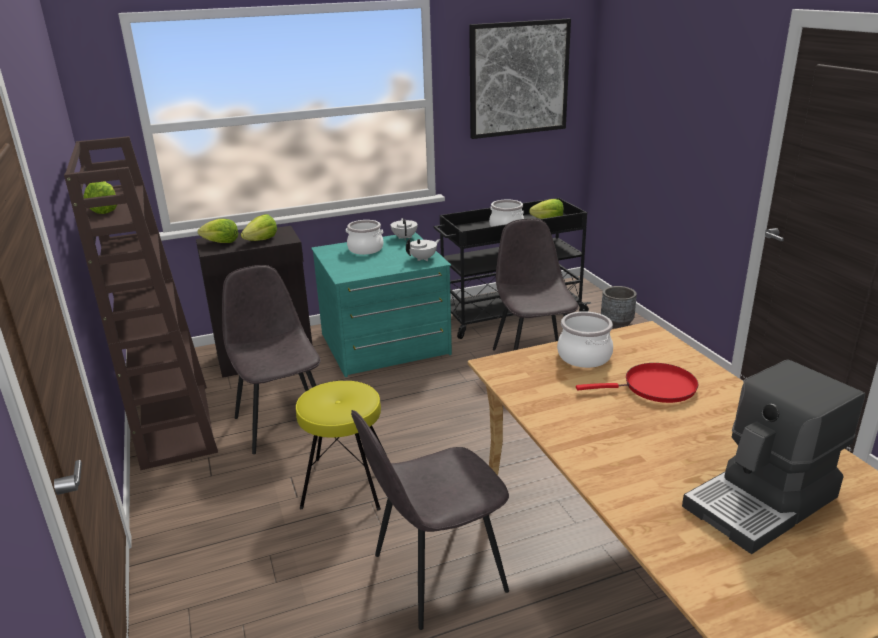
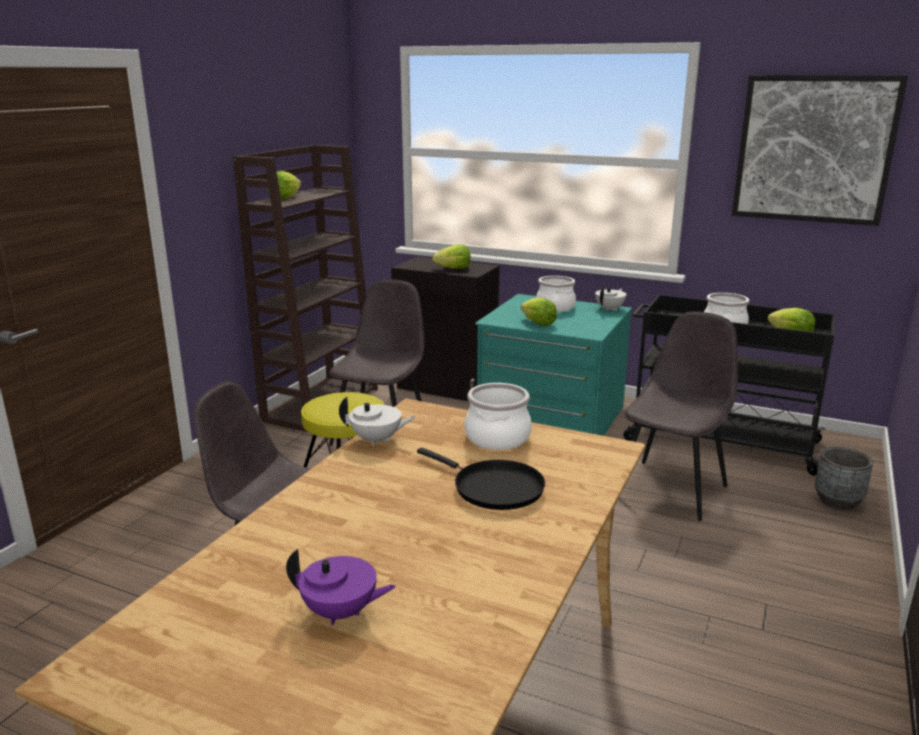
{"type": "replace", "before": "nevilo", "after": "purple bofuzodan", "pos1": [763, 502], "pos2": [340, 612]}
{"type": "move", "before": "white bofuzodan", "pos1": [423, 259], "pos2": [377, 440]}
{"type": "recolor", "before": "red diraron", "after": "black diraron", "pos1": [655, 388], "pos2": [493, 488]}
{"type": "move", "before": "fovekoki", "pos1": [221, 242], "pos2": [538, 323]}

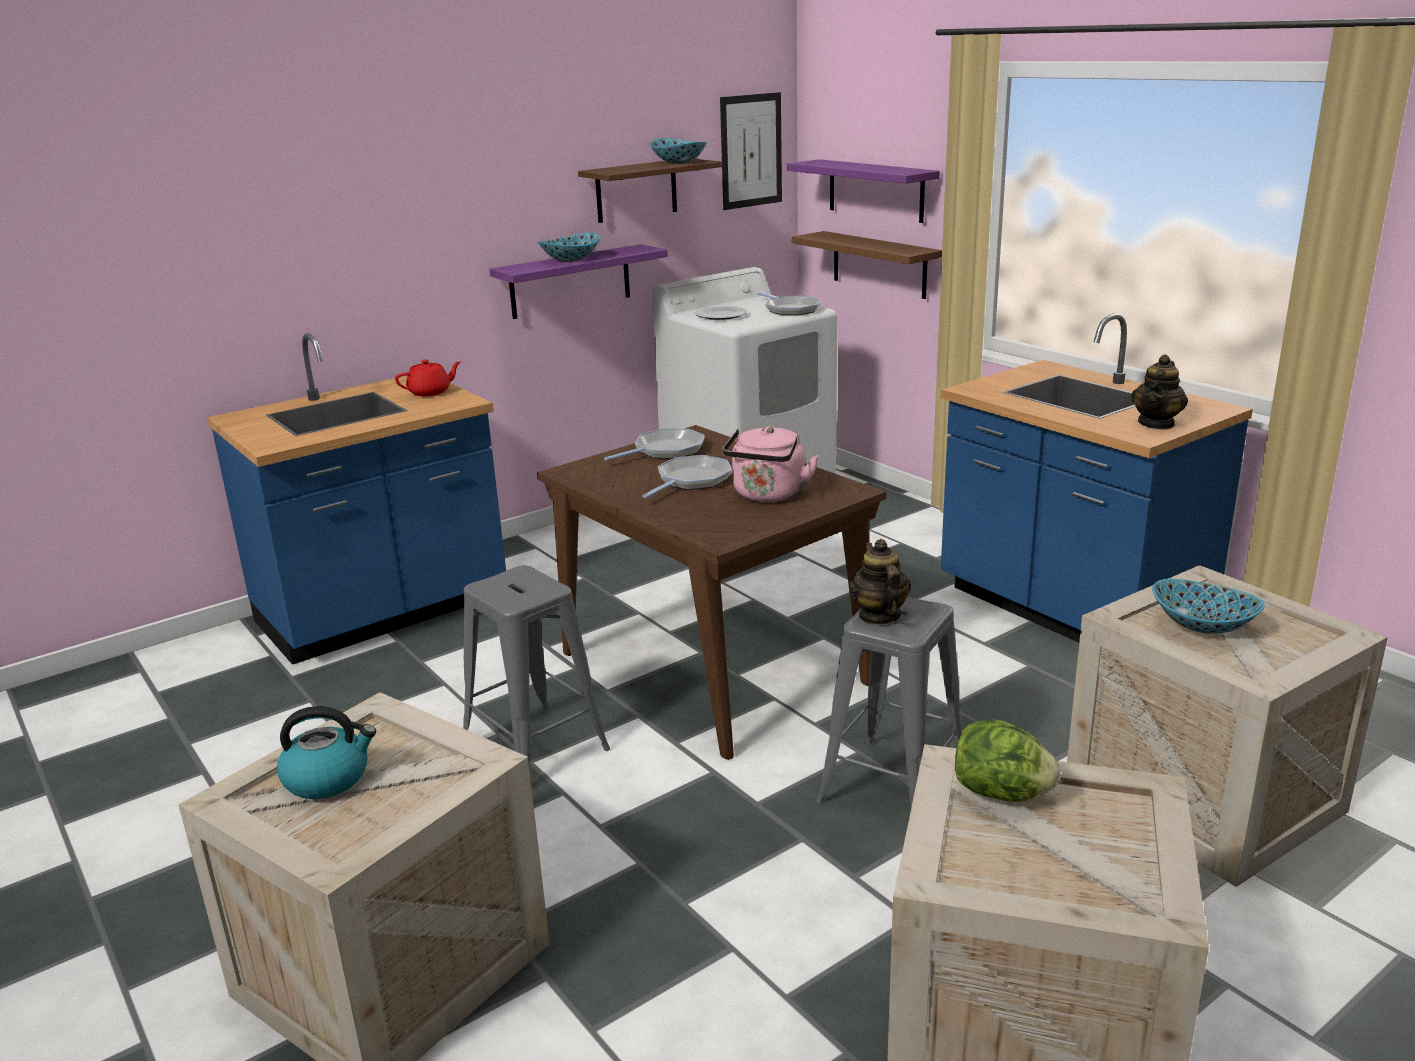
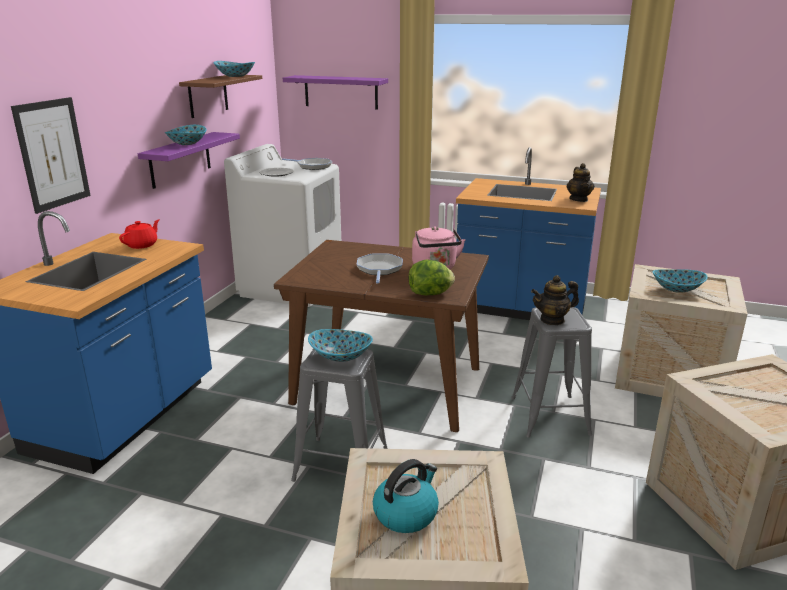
{"type": "move", "before": "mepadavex", "pos1": [751, 151], "pos2": [52, 154]}
{"type": "insert", "after": "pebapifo", "pos2": [341, 356]}
{"type": "move", "before": "fovekoki", "pos1": [1001, 794], "pos2": [430, 294]}
{"type": "rotate", "before": "bofuzodan", "pos1": [879, 616], "pos2": [552, 320], "turn": -60}
{"type": "delete", "before": "diraron", "pos1": [666, 450]}
{"type": "delete", "before": "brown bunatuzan", "pos1": [879, 264]}

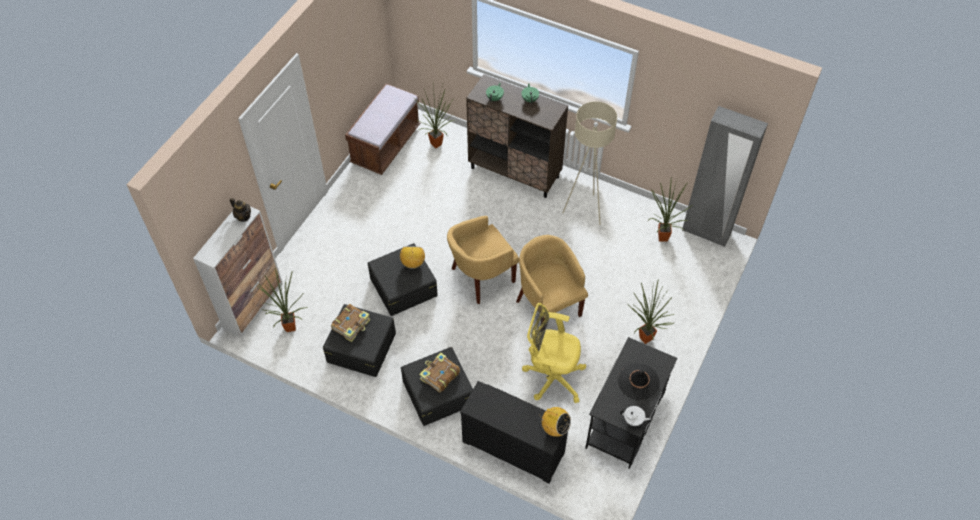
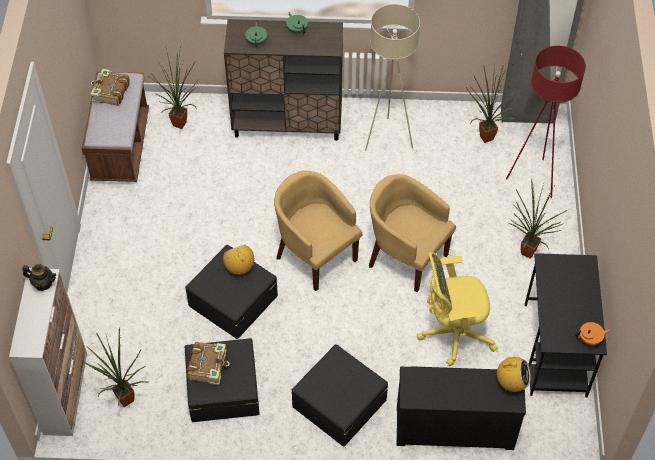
{"type": "move", "before": "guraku", "pos1": [439, 375], "pos2": [110, 92]}
{"type": "rotate", "before": "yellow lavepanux", "pos1": [481, 277], "pos2": [315, 255], "turn": 105}
{"type": "insert", "after": "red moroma", "pos2": [533, 179]}
{"type": "recolor", "before": "white bofuzodan", "after": "orange bofuzodan", "pos1": [633, 420], "pos2": [590, 339]}
{"type": "delete", "before": "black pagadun", "pos1": [638, 382]}

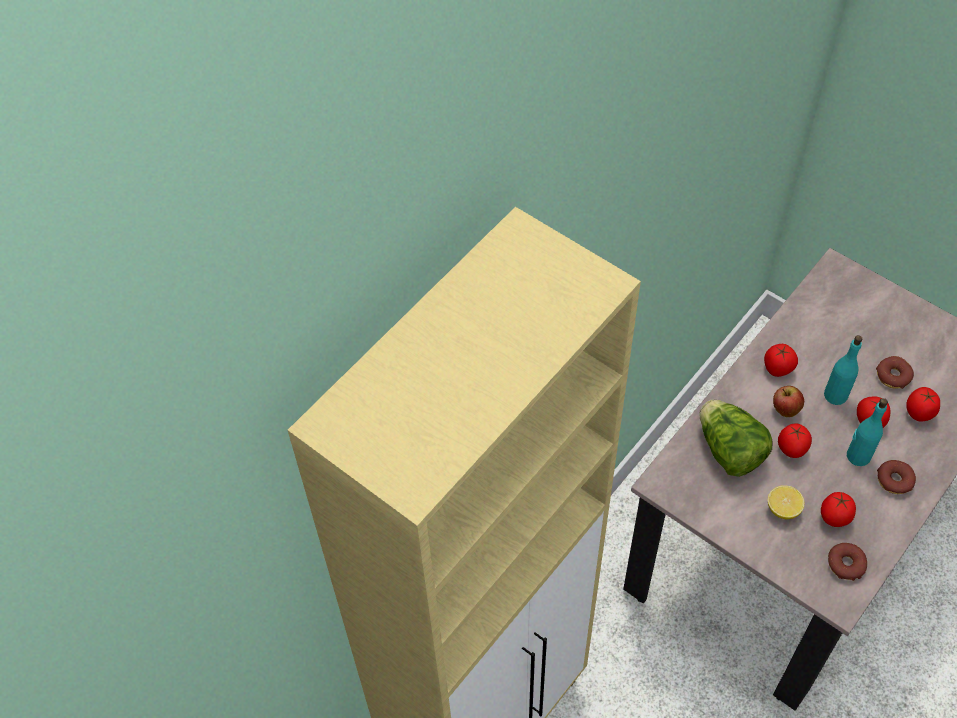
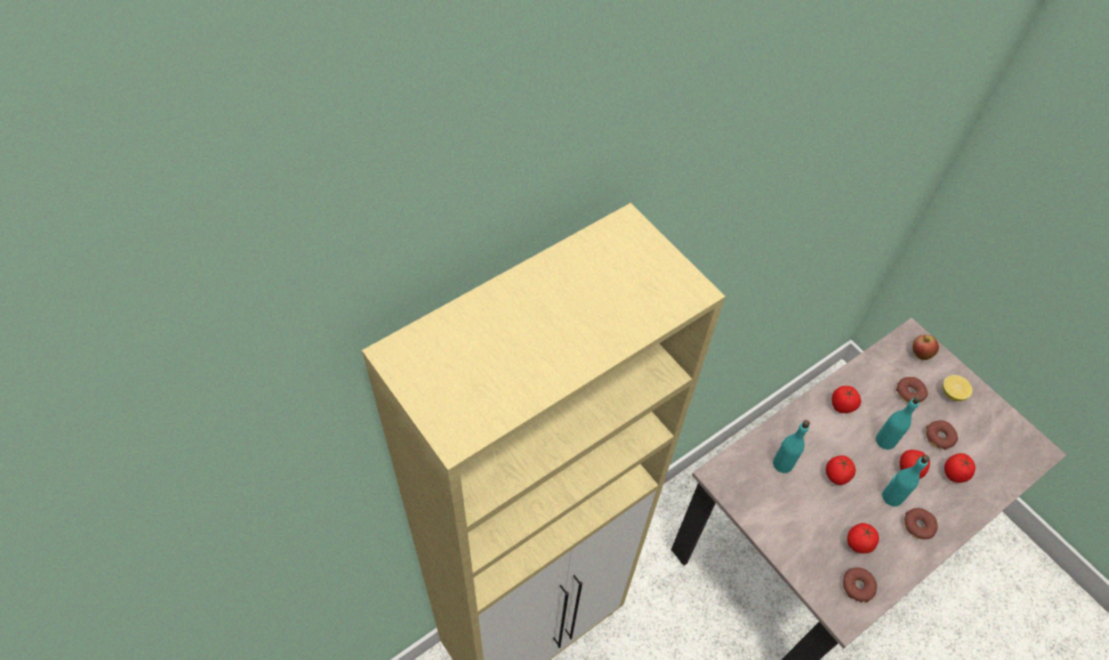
{"type": "replace", "before": "fovekoki", "after": "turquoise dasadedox", "pos1": [729, 450], "pos2": [782, 463]}
{"type": "insert", "after": "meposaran", "pos2": [909, 393]}
{"type": "move", "before": "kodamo", "pos1": [785, 409], "pos2": [920, 353]}
{"type": "move", "before": "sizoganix", "pos1": [783, 509], "pos2": [952, 393]}

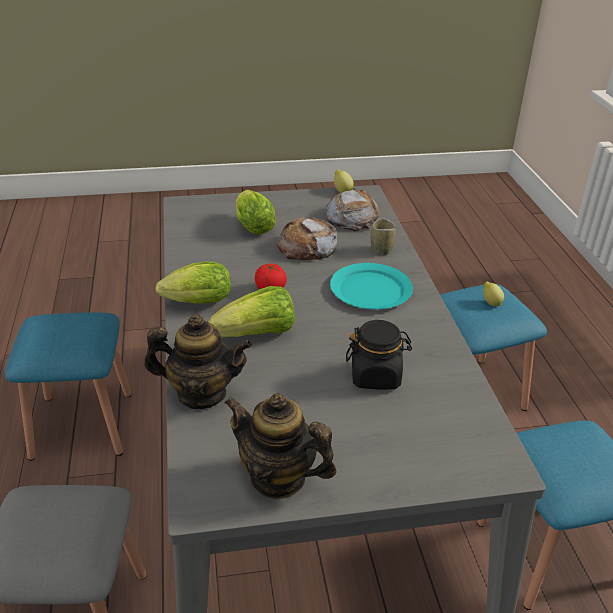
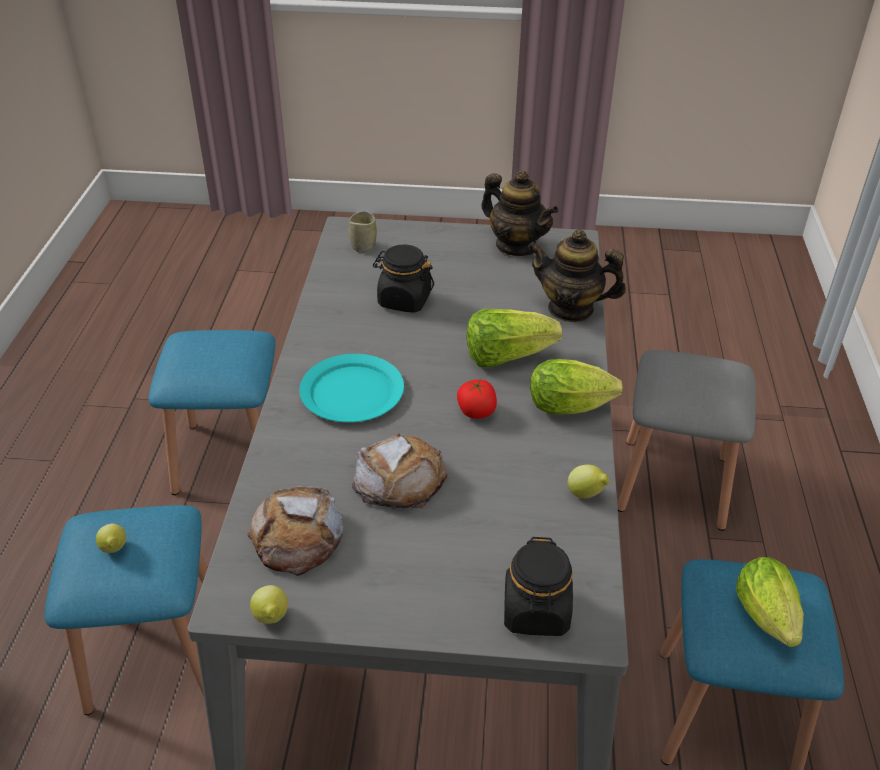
{"type": "move", "before": "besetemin", "pos1": [381, 250], "pos2": [363, 246]}
{"type": "insert", "after": "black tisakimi", "pos2": [536, 611]}
{"type": "insert", "after": "sizoganix", "pos2": [586, 494]}
{"type": "move", "before": "fovekoki", "pos1": [252, 225], "pos2": [768, 620]}

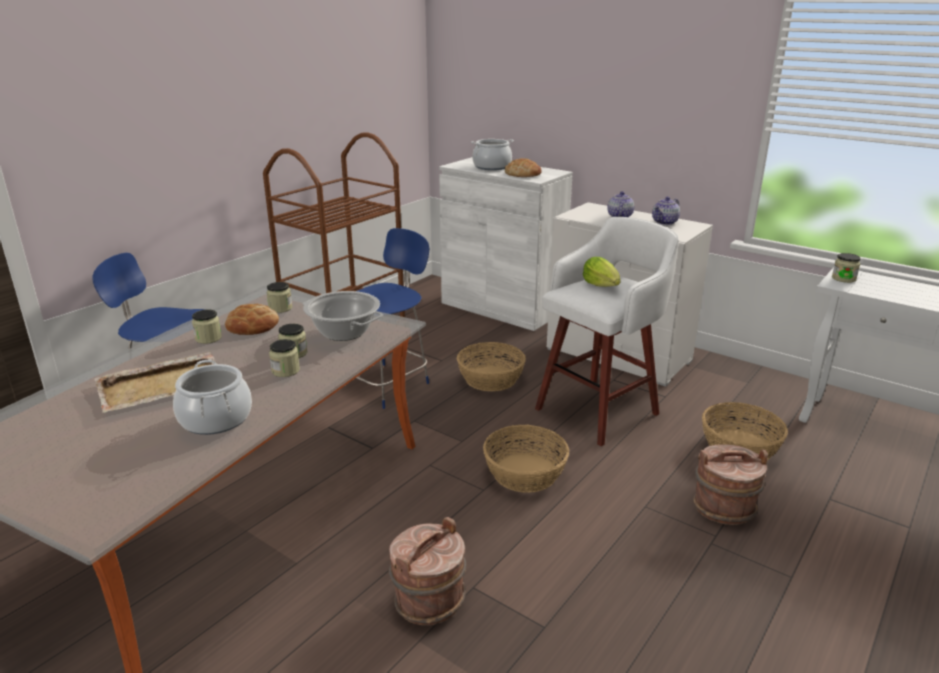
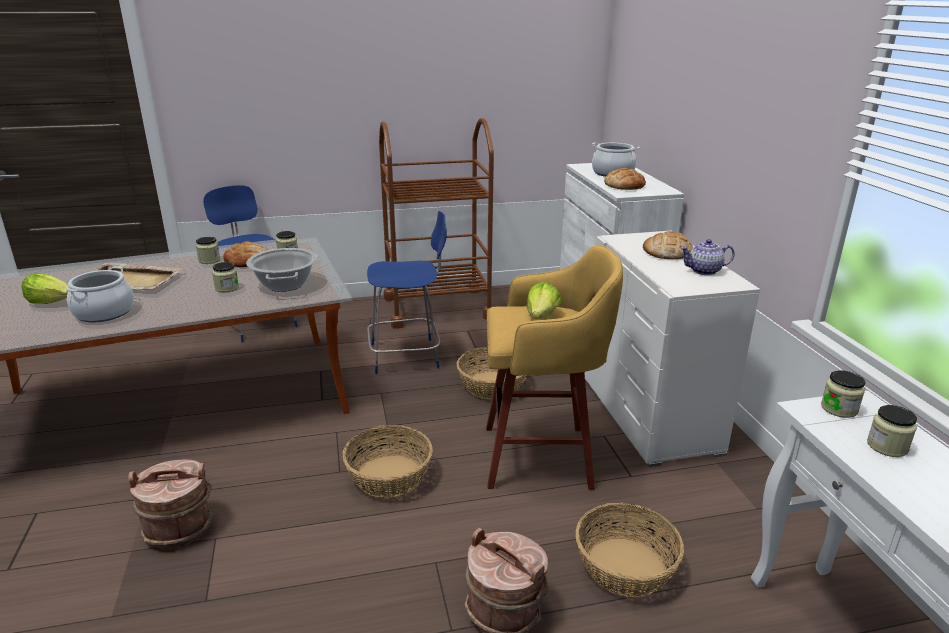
{"type": "insert", "after": "fovekoki", "pos2": [51, 302]}
{"type": "recolor", "before": "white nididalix", "after": "yellow nididalix", "pos1": [600, 410], "pos2": [542, 457]}
{"type": "replace", "before": "bofuzodan", "after": "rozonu", "pos1": [619, 216], "pos2": [667, 252]}
{"type": "move", "before": "tisakimi", "pos1": [285, 371], "pos2": [887, 446]}

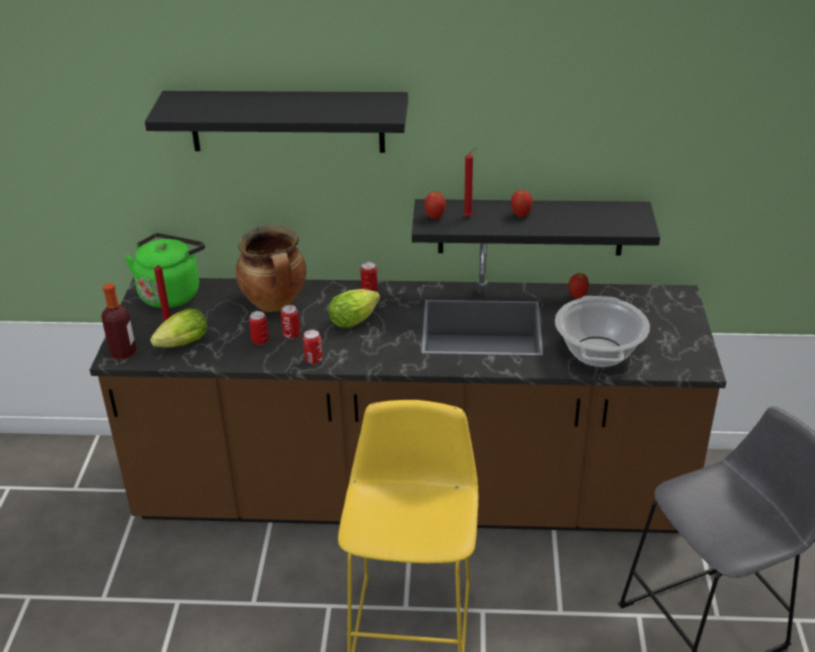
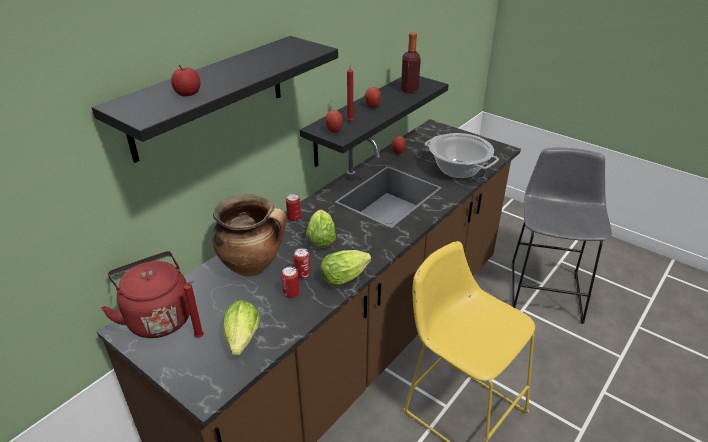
{"type": "recolor", "before": "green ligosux", "after": "red ligosux", "pos1": [171, 293], "pos2": [157, 317]}
{"type": "insert", "after": "kodamo", "pos2": [188, 94]}
{"type": "replace", "before": "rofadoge", "after": "fovekoki", "pos1": [313, 360], "pos2": [346, 277]}
{"type": "move", "before": "dasadedox", "pos1": [123, 353], "pos2": [409, 90]}

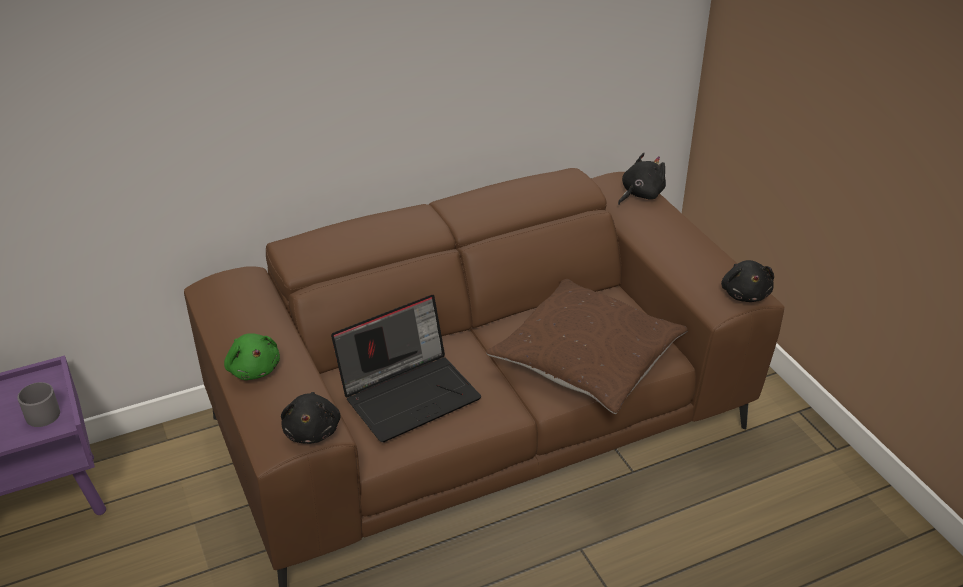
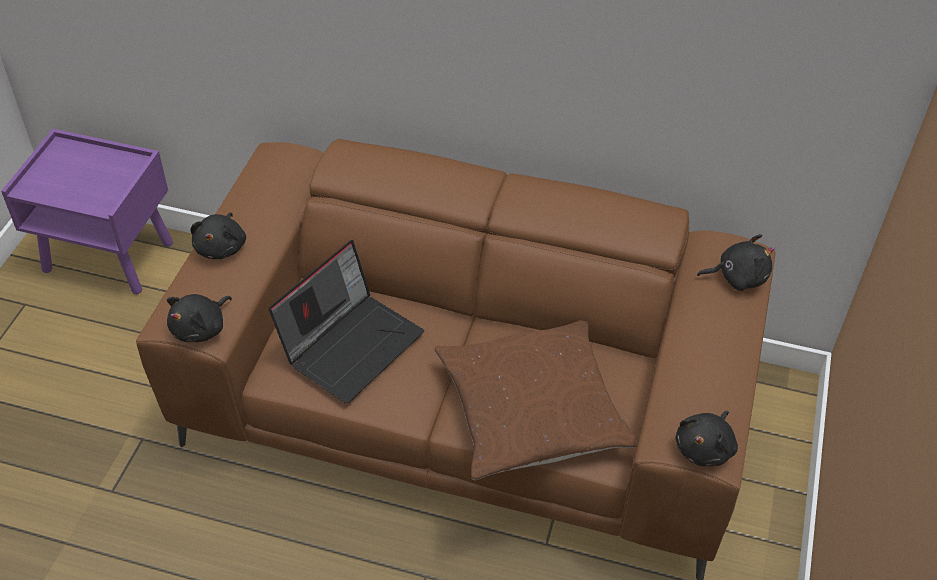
{"type": "recolor", "before": "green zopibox", "after": "black zopibox", "pos1": [253, 368], "pos2": [222, 247]}
{"type": "rotate", "before": "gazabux", "pos1": [410, 393], "pos2": [351, 343], "turn": -60}
{"type": "delete", "before": "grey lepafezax", "pos1": [40, 413]}

